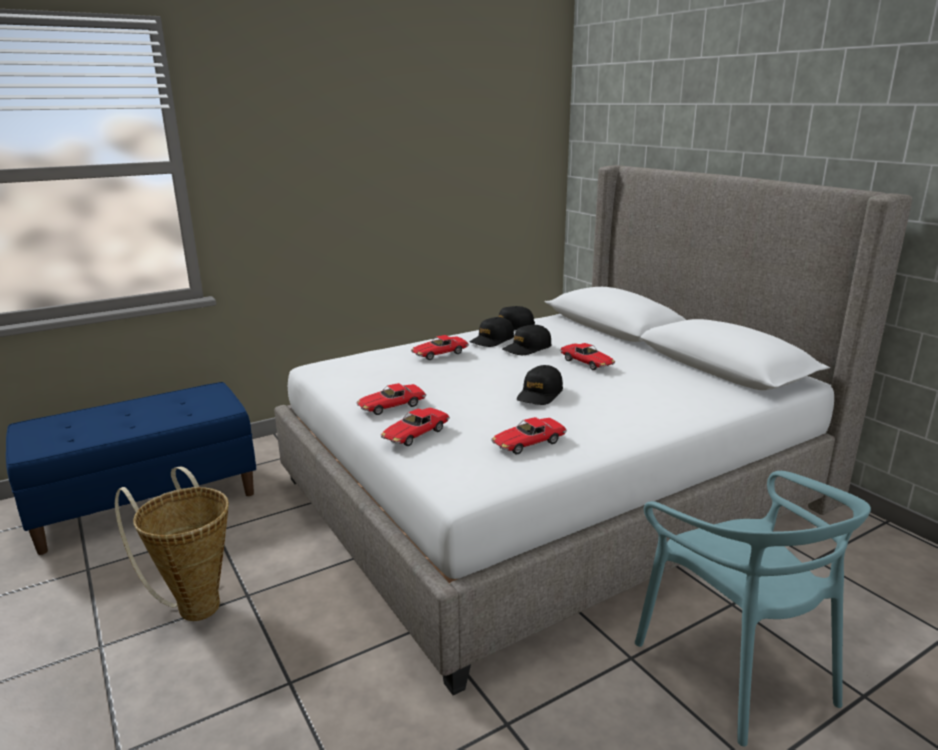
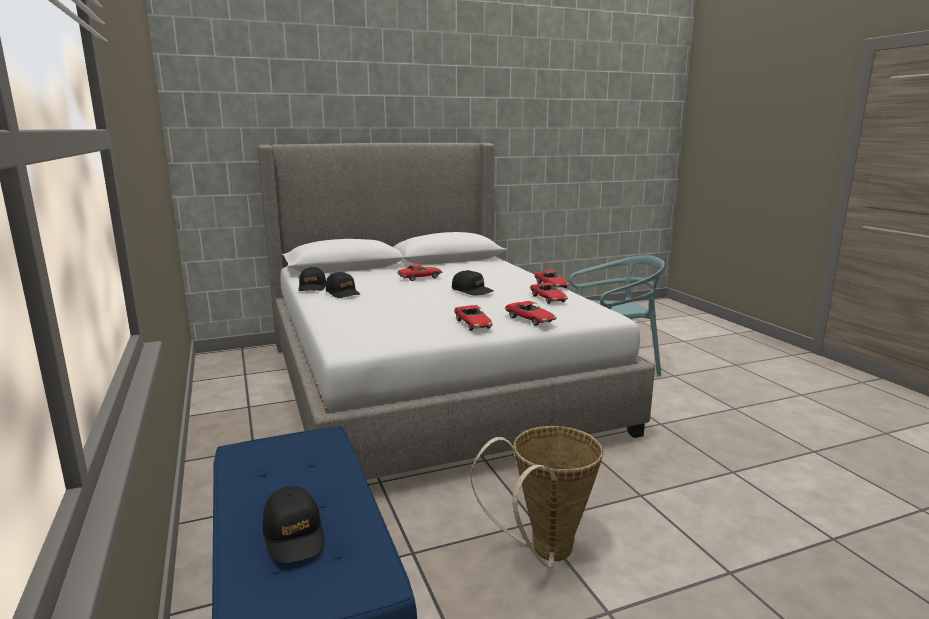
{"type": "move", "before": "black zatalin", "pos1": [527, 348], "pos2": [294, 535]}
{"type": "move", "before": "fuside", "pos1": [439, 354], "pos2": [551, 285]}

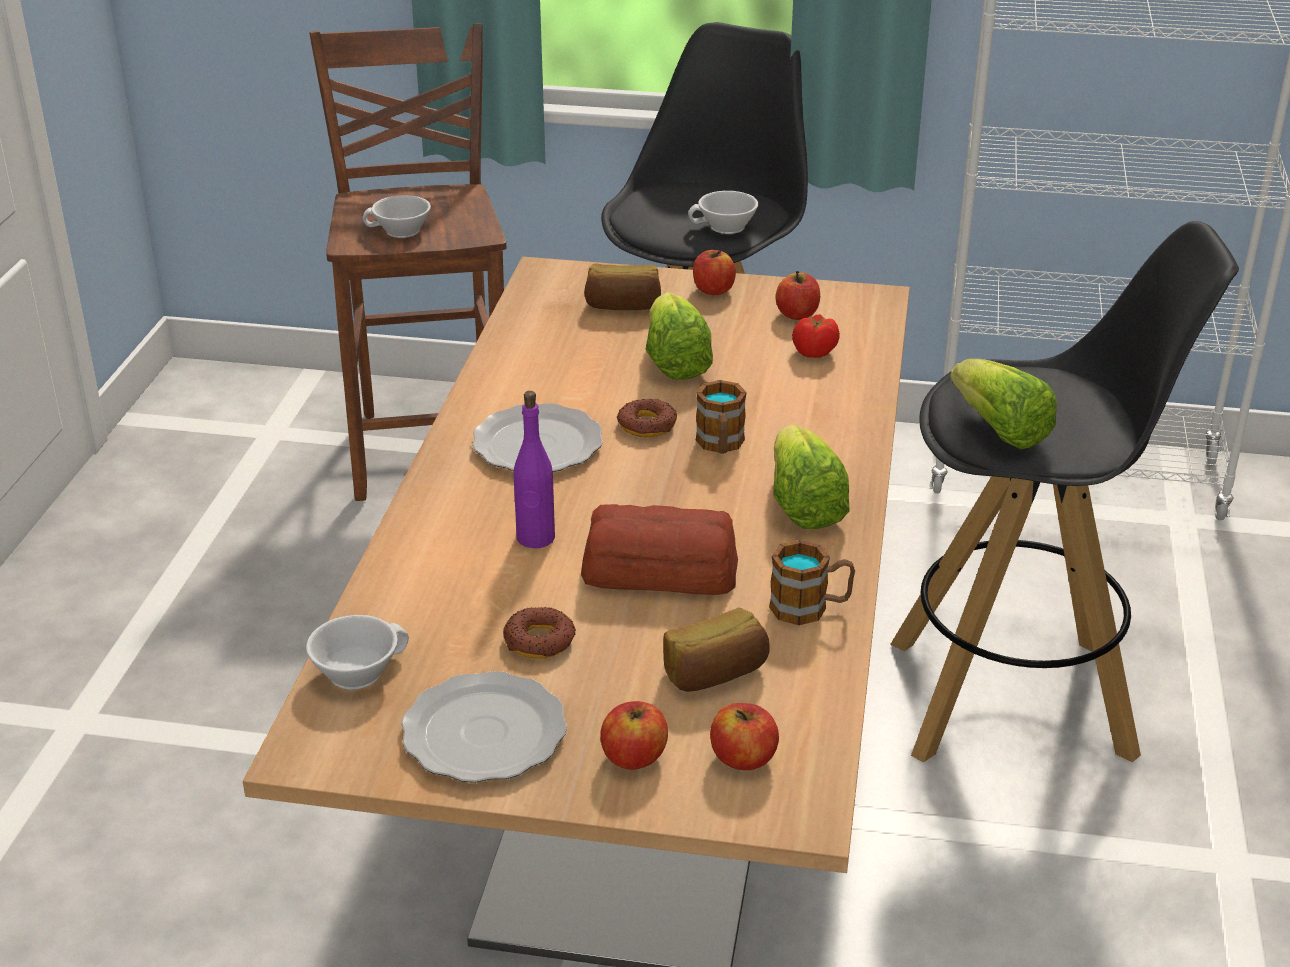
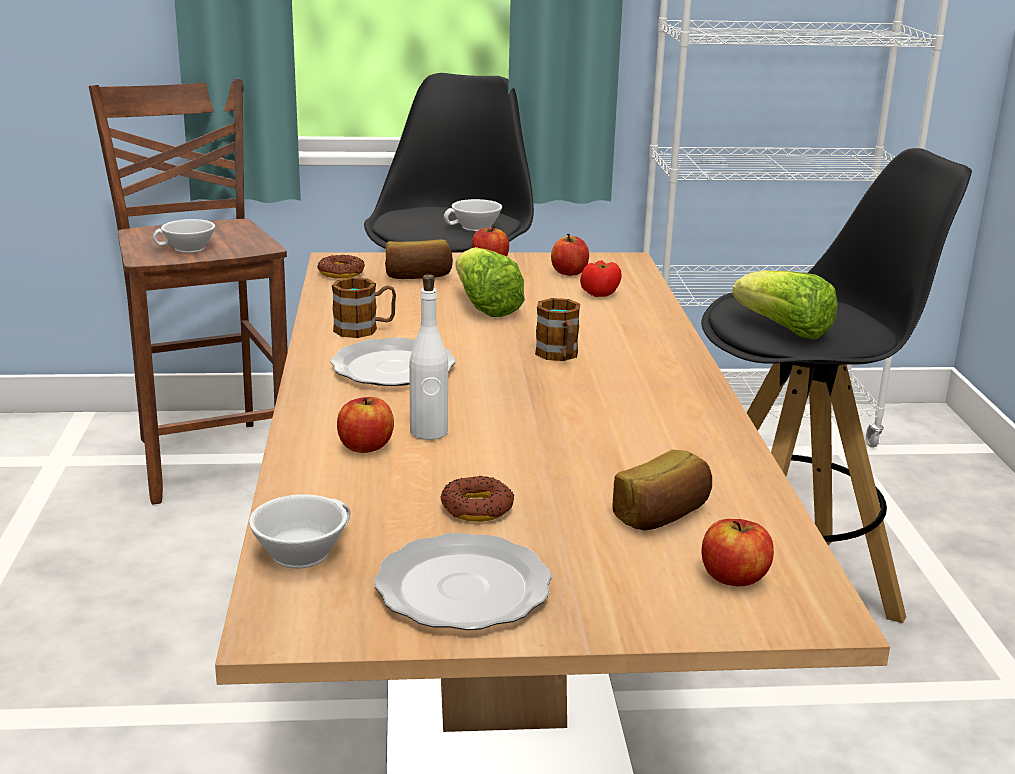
{"type": "move", "before": "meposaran", "pos1": [647, 425], "pos2": [341, 273]}
{"type": "move", "before": "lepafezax", "pos1": [810, 608], "pos2": [365, 329]}
{"type": "move", "before": "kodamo", "pos1": [633, 757], "pos2": [365, 447]}
{"type": "recolor", "before": "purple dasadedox", "after": "white dasadedox", "pos1": [535, 538], "pos2": [429, 432]}
{"type": "delete", "before": "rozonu", "pos1": [658, 569]}
{"type": "delete", "before": "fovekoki", "pos1": [803, 505]}

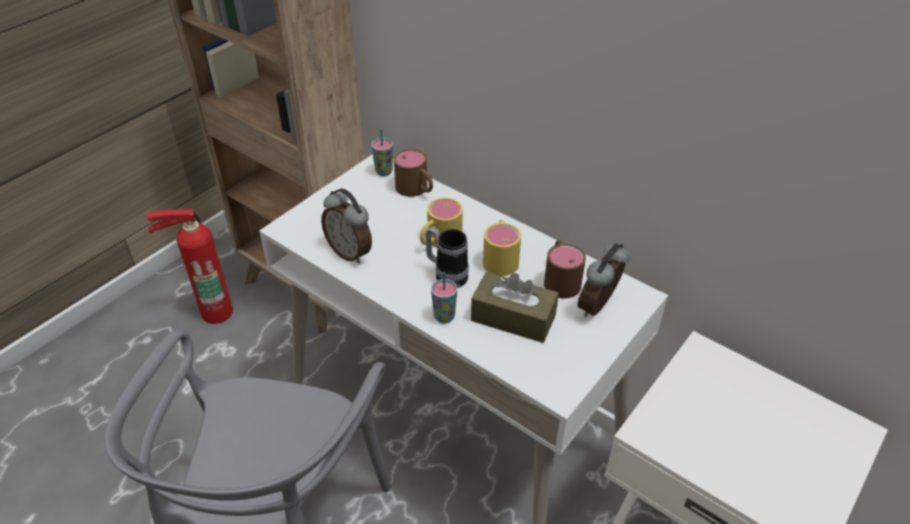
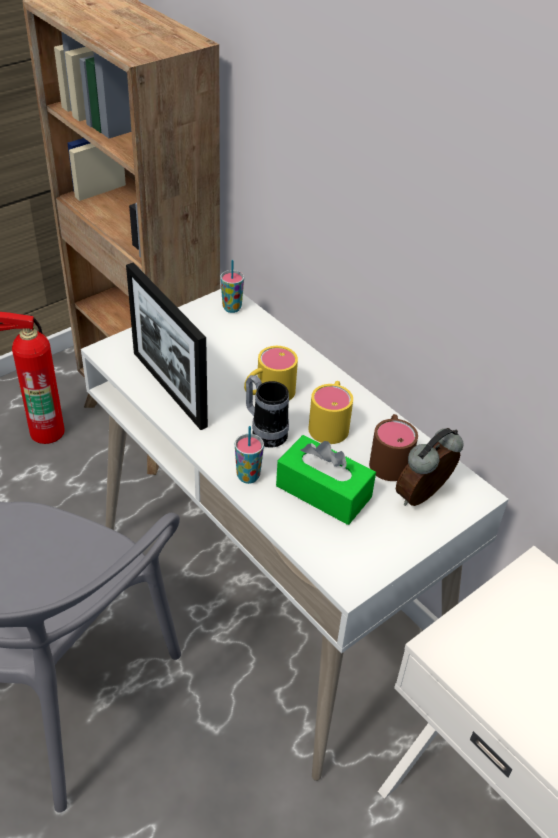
{"type": "replace", "before": "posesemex", "after": "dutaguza", "pos1": [350, 252], "pos2": [169, 388]}
{"type": "recolor", "before": "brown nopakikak", "after": "green nopakikak", "pos1": [513, 318], "pos2": [323, 491]}
{"type": "delete", "before": "brown lepafezax", "pos1": [416, 190]}

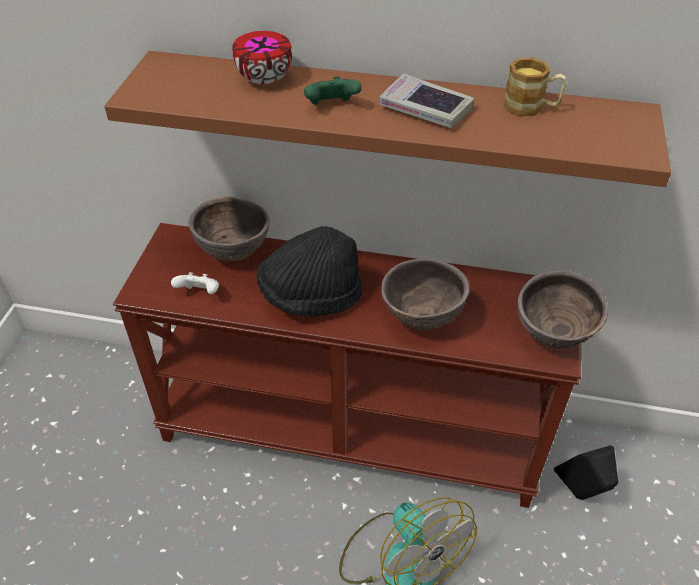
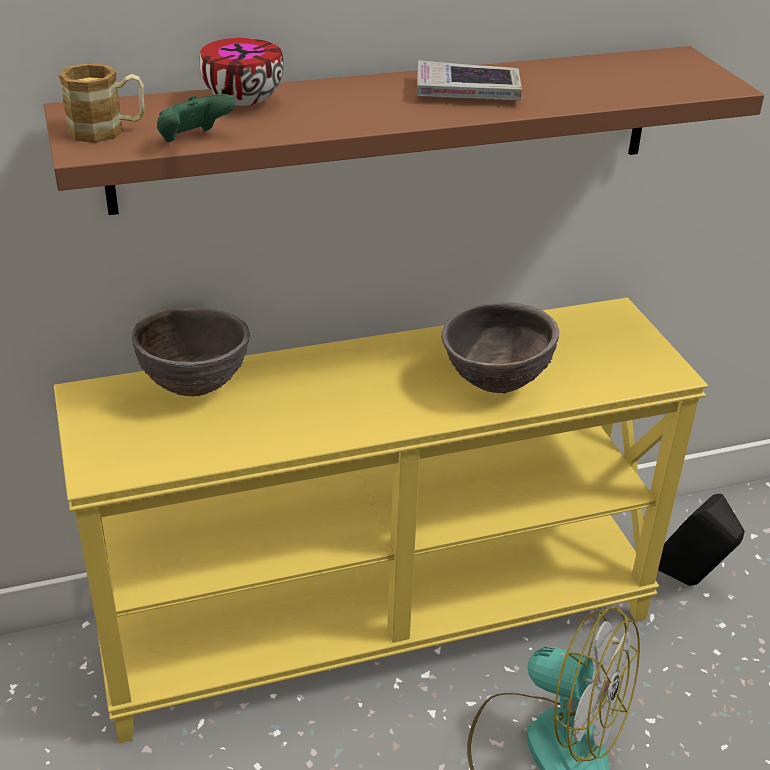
{"type": "recolor", "before": "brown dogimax", "after": "yellow dogimax", "pos1": [351, 429], "pos2": [378, 620]}
{"type": "move", "before": "lepafezax", "pos1": [531, 107], "pos2": [108, 131]}
{"type": "move", "before": "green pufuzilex", "pos1": [331, 106], "pos2": [193, 140]}
{"type": "delete", "before": "white pufuzilex", "pos1": [200, 294]}
{"type": "delete", "before": "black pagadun", "pos1": [310, 296]}
{"type": "delete", "before": "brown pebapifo", "pos1": [552, 335]}

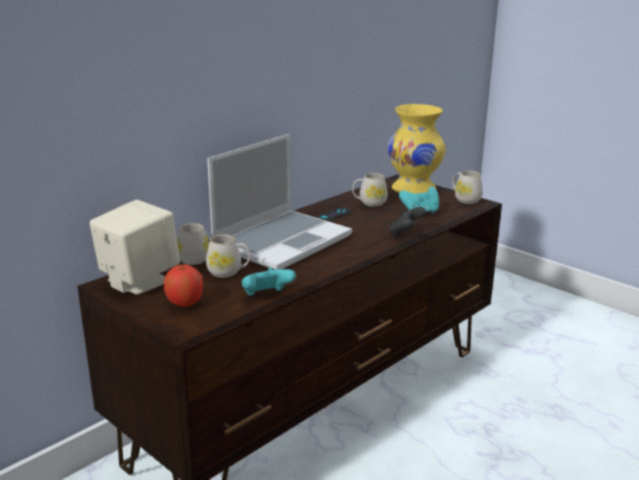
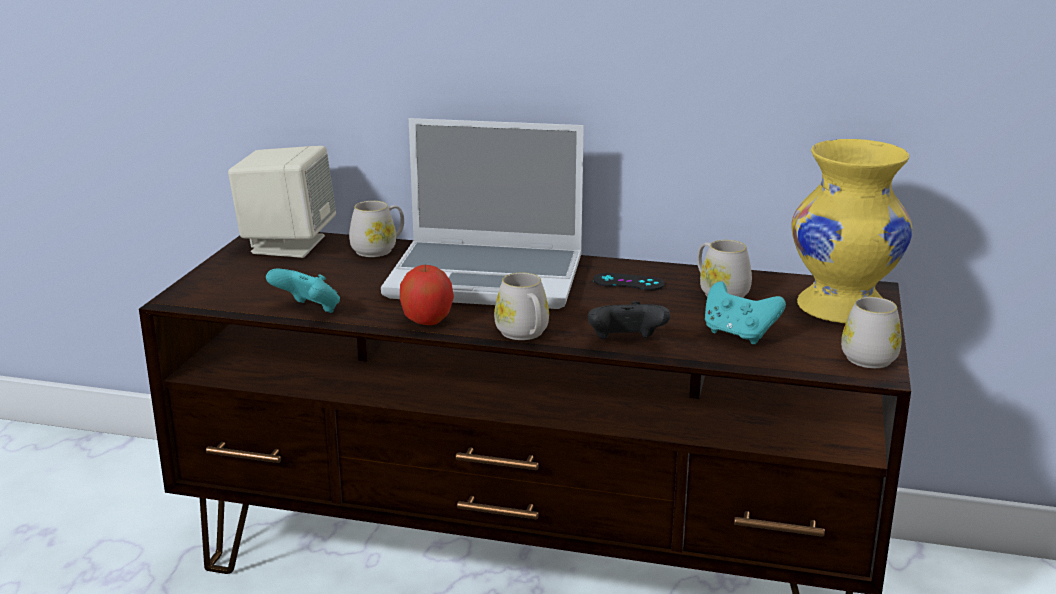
{"type": "move", "before": "kodamo", "pos1": [185, 303], "pos2": [427, 320]}
{"type": "move", "before": "white lepafezax", "pos1": [228, 272], "pos2": [524, 334]}

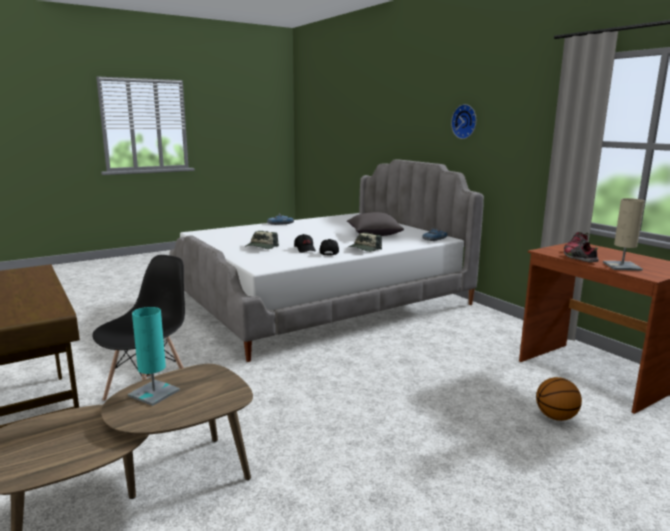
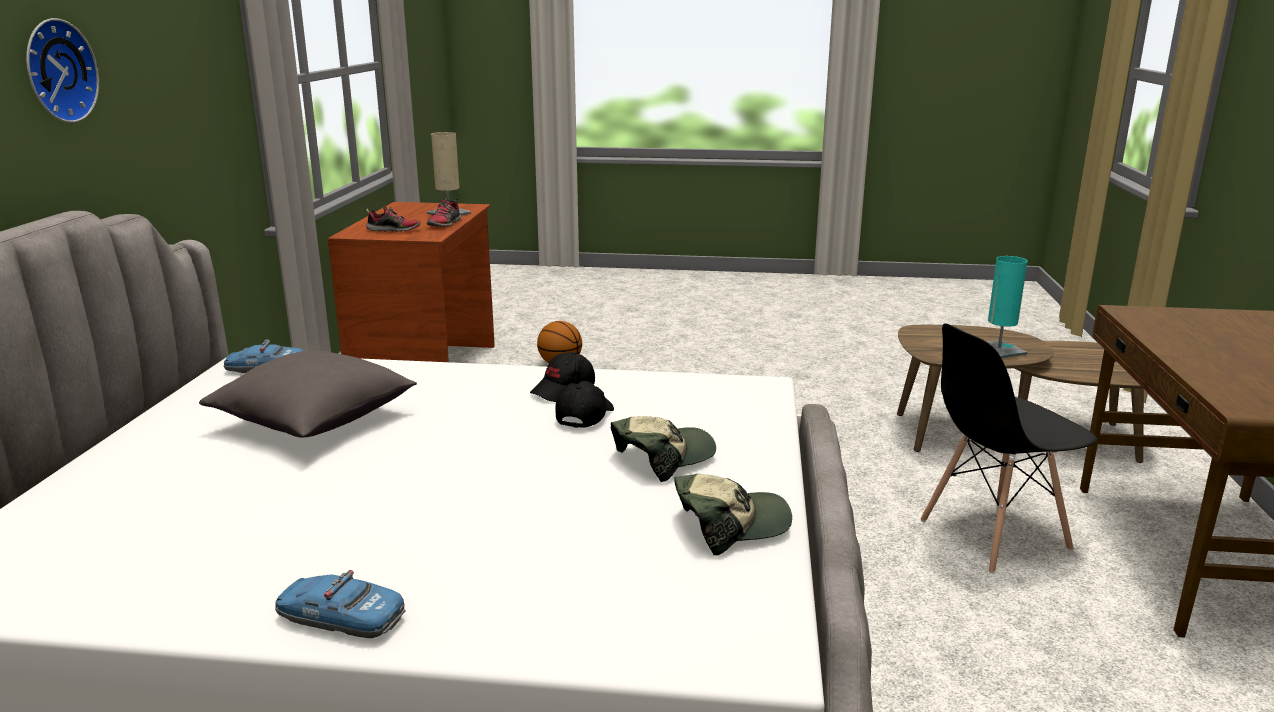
{"type": "move", "before": "zatalin", "pos1": [364, 249], "pos2": [730, 525]}

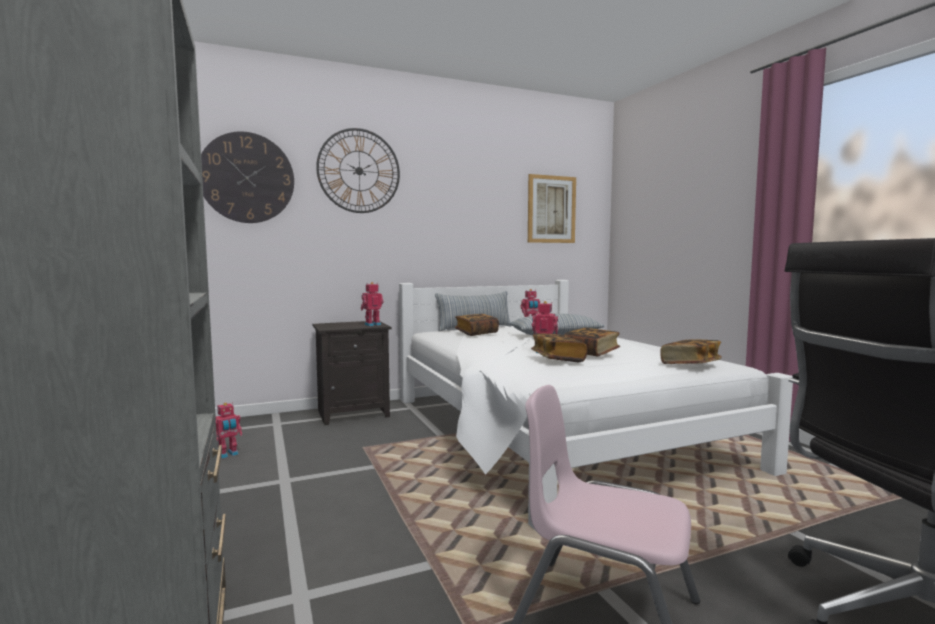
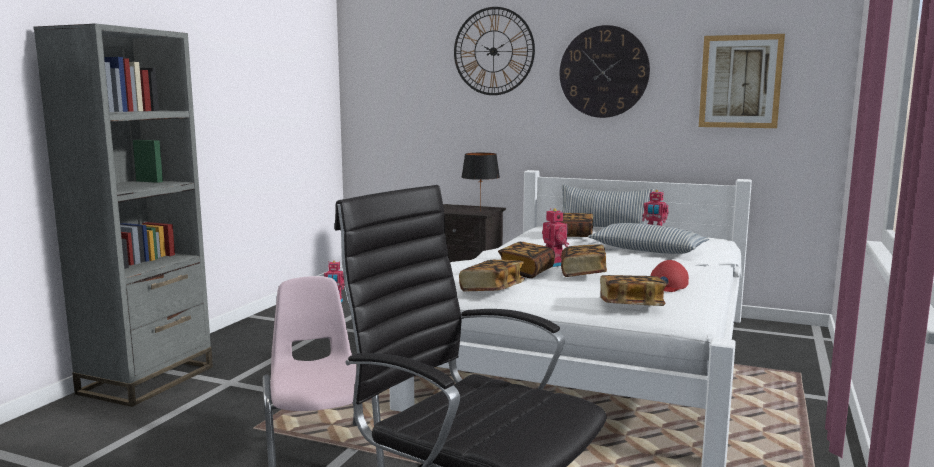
{"type": "insert", "after": "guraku", "pos2": [492, 290]}
{"type": "replace", "before": "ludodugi", "after": "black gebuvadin", "pos1": [372, 324], "pos2": [480, 211]}
{"type": "move", "before": "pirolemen", "pos1": [247, 178], "pos2": [604, 72]}
{"type": "insert", "after": "red zatalin", "pos2": [667, 285]}

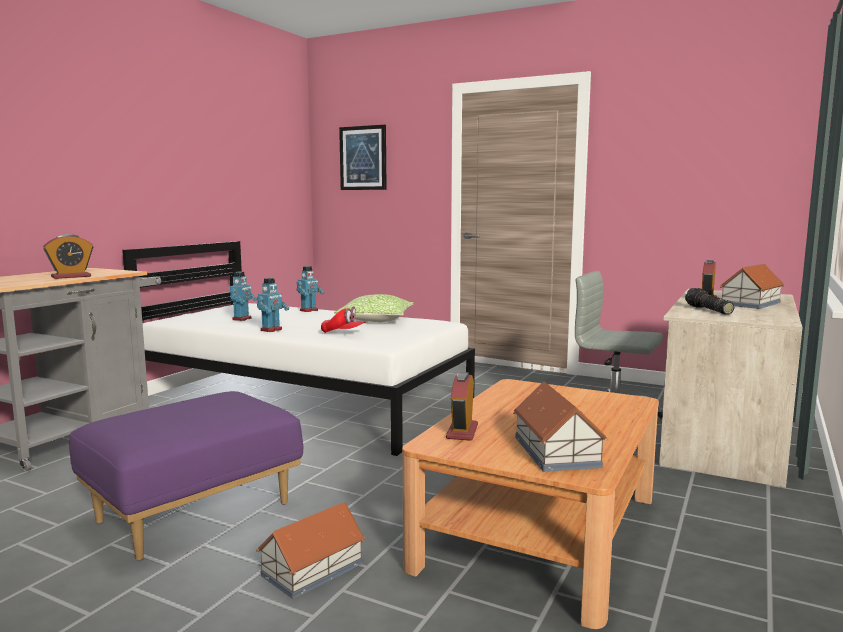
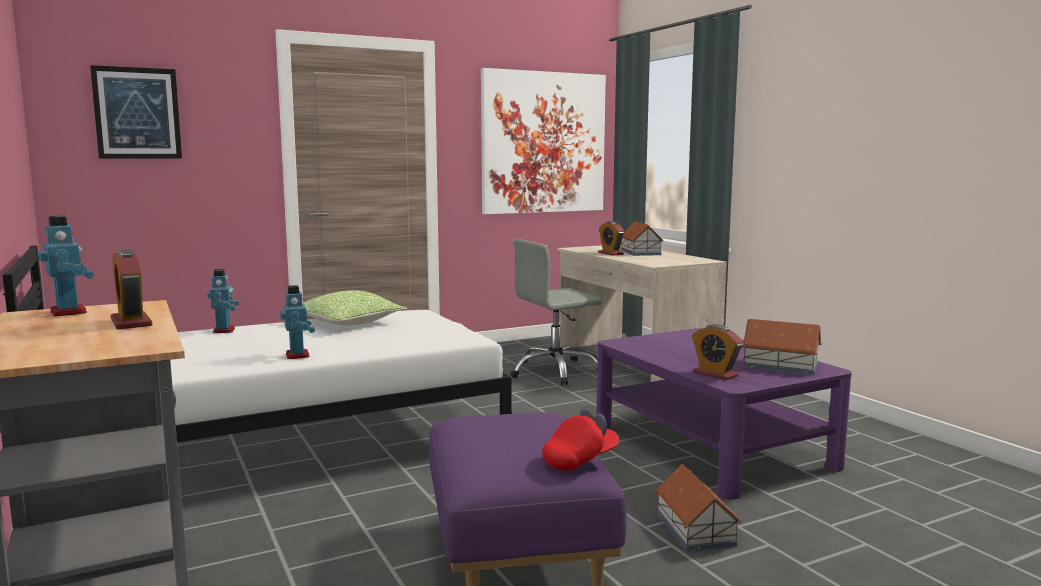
{"type": "move", "before": "ludodugi", "pos1": [242, 319], "pos2": [69, 312]}
{"type": "rotate", "before": "posesemex", "pos1": [71, 277], "pos2": [131, 322], "turn": 150}
{"type": "insert", "after": "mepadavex", "pos2": [543, 143]}
{"type": "move", "before": "red zatalin", "pos1": [343, 333], "pos2": [580, 460]}
{"type": "recolor", "before": "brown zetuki", "after": "purple zetuki", "pos1": [540, 531], "pos2": [711, 446]}
{"type": "delete", "before": "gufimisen", "pos1": [707, 310]}

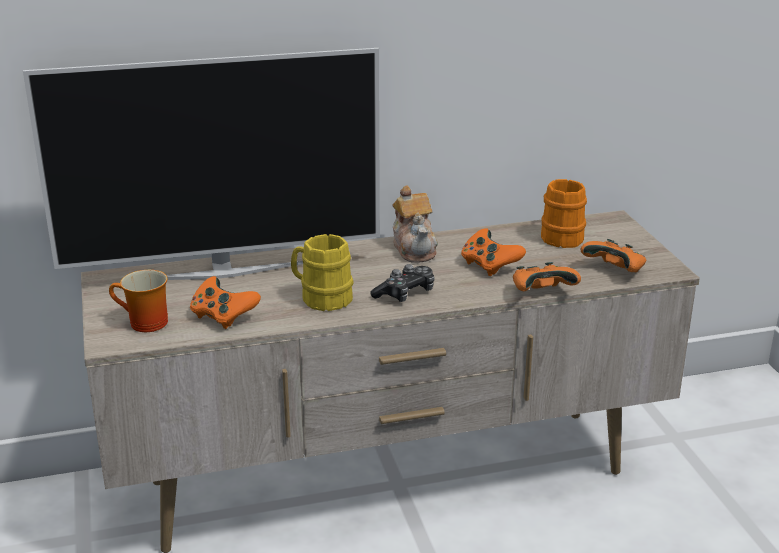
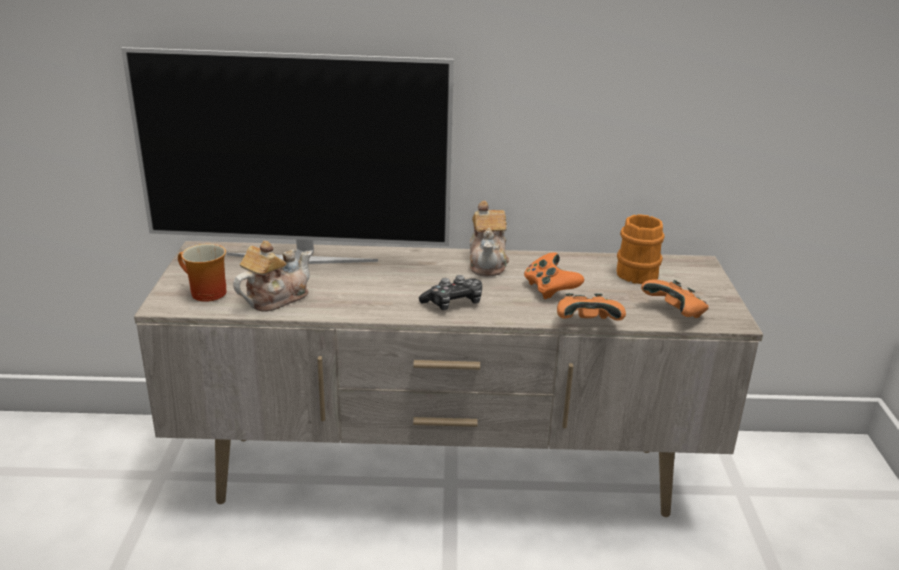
{"type": "replace", "before": "orange pufuzilex", "after": "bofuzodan", "pos1": [223, 317], "pos2": [275, 298]}
{"type": "delete", "before": "yellow lepafezax", "pos1": [321, 298]}

